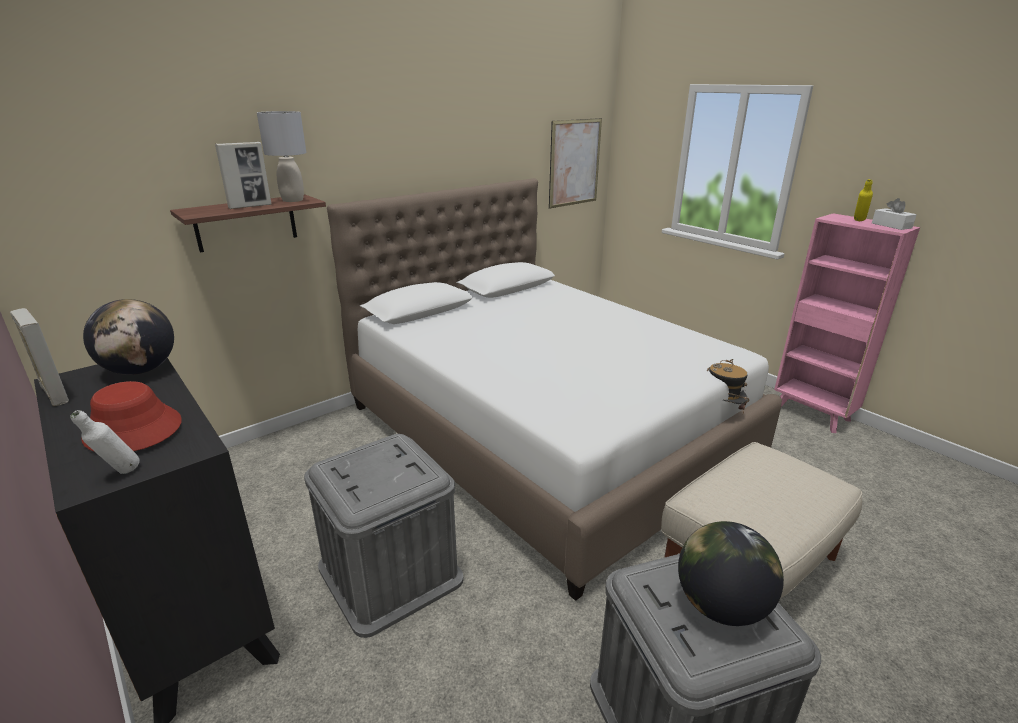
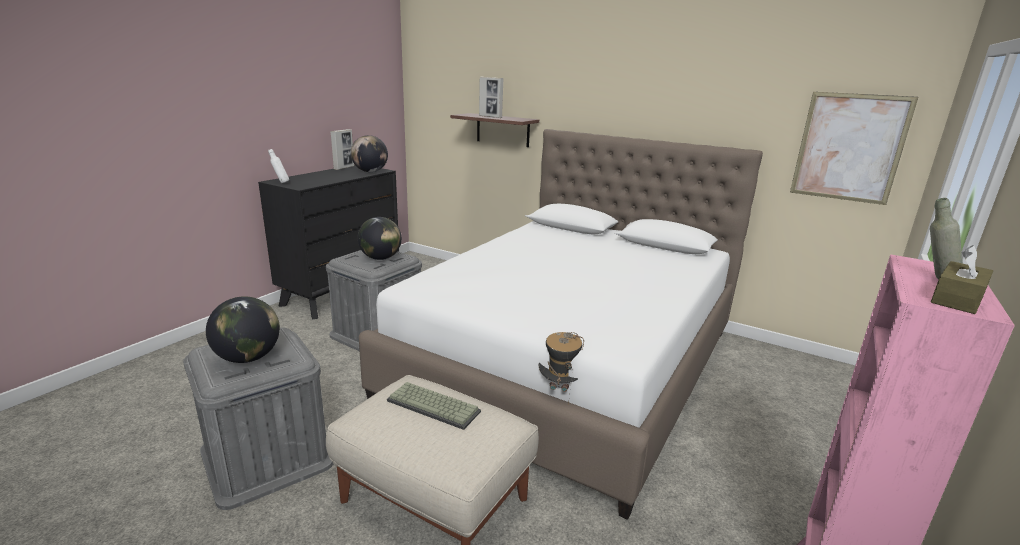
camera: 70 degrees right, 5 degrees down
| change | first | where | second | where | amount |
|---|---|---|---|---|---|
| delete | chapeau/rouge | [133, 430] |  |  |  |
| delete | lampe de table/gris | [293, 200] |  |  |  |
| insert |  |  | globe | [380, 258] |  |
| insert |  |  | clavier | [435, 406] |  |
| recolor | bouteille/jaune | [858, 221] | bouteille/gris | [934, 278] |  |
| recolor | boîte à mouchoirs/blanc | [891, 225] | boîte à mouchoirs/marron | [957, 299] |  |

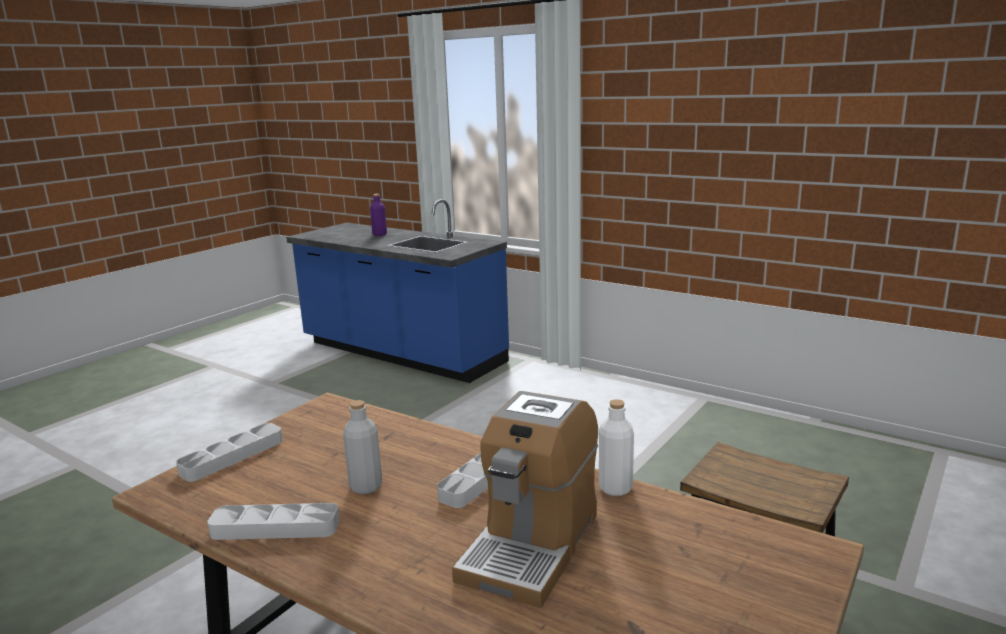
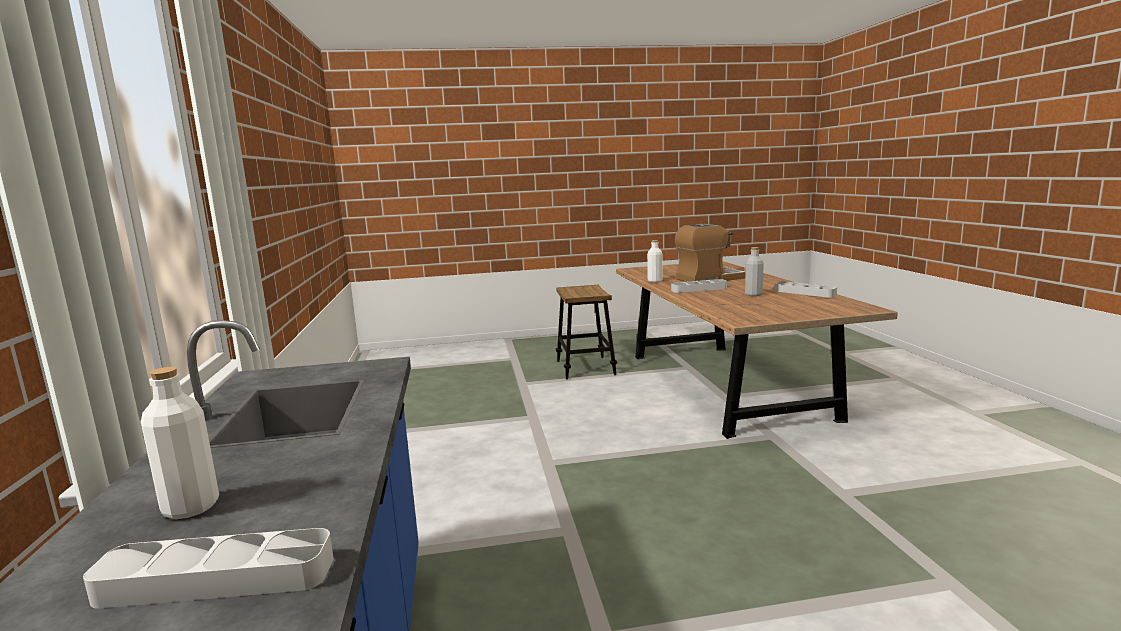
camera: 135 degrees left, 5 degrees down
| change | first | where | second | where | amount |
|---|---|---|---|---|---|
| move | plateau/gris | [232, 456] |  | [217, 579] |  |
| recolor | bouteille/violet | [379, 234] | bouteille/blanc | [191, 507] |  |

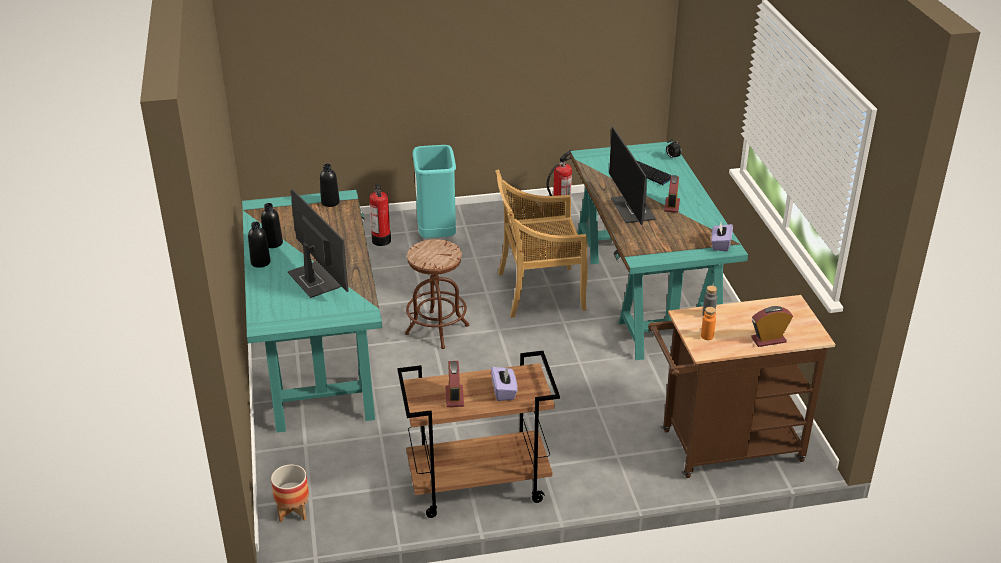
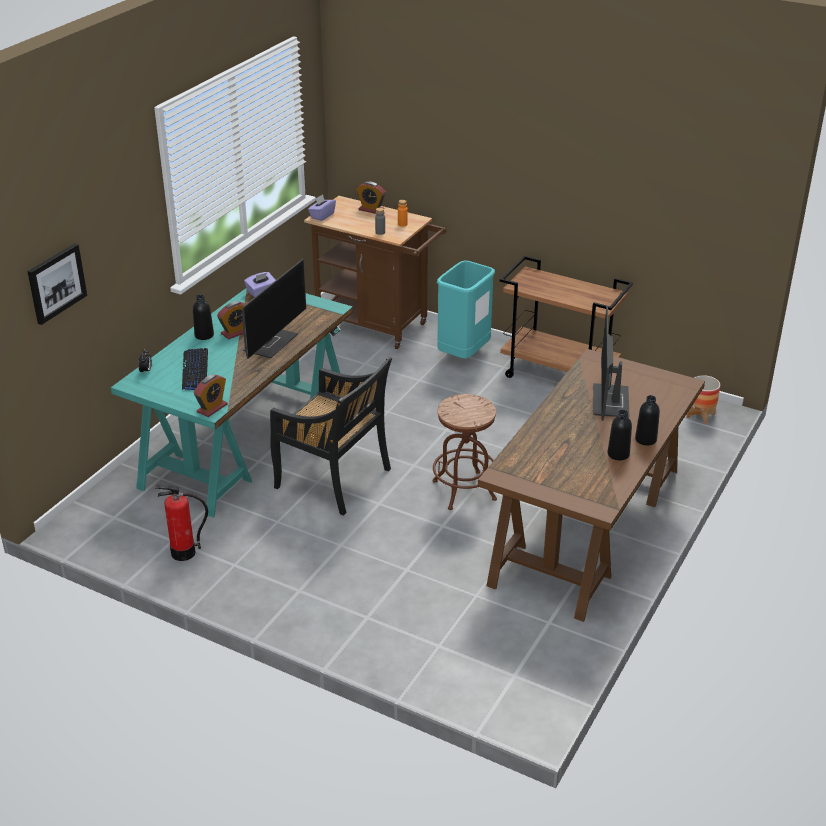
camera: 140 degrees left, 0 degrees up
| change | first | where | second | where | amount |
|---|---|---|---|---|---|
| delete | extincteur | [381, 240] |  |  |  |
| insert |  |  | tableau | [56, 283] |  |
| move | bouteille/noir | [330, 202] |  | [204, 335] |  |
| move | poubelle/turquoise | [436, 235] |  | [464, 355] |  |
| move | réveil | [454, 397] |  | [212, 408] |  |
| move | boîte à mouchoirs/violet | [504, 391] |  | [322, 216] |  |
| recolor | bureau/turquoise | [315, 348] | bureau/marron | [588, 526] |  |
| recolor | chaise/beige | [539, 292] | chaise/noir | [334, 479] |  |

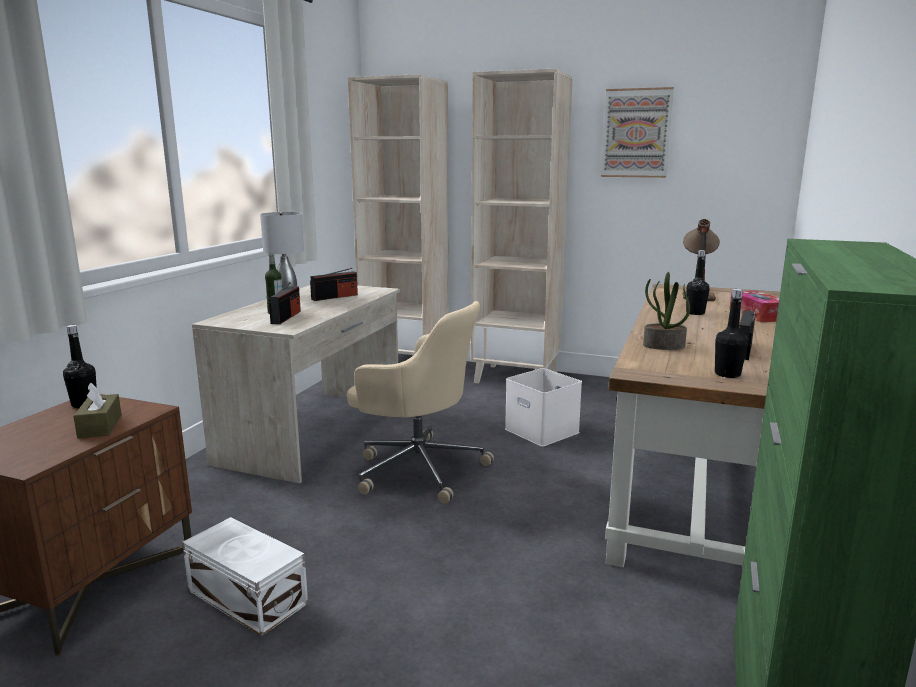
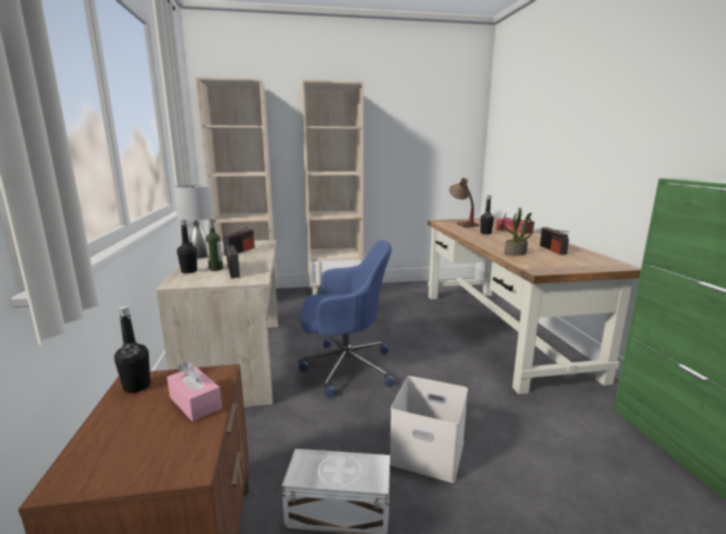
camera: 30 degrees left, 0 degrees up
| change | first | where | second | where | amount |
|---|---|---|---|---|---|
| delete | tableau | [636, 133] |  |  |  |
| move | boîte de rangement/blanc | [543, 431] |  | [429, 451] |  |
| move | bouteille/noir | [727, 374] |  | [189, 271] |  |
| recolor | boîte à mouchoirs/marron | [100, 426] | boîte à mouchoirs/rose | [195, 403] |  |
| recolor | chaise de bureau/beige | [418, 468] | chaise de bureau/bleu | [344, 368] |  |

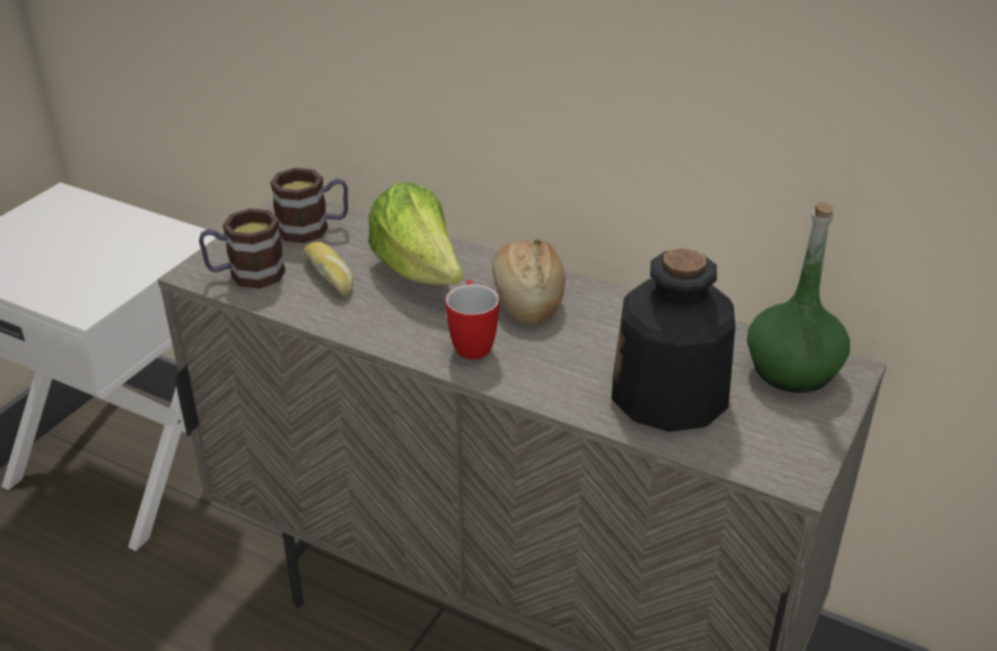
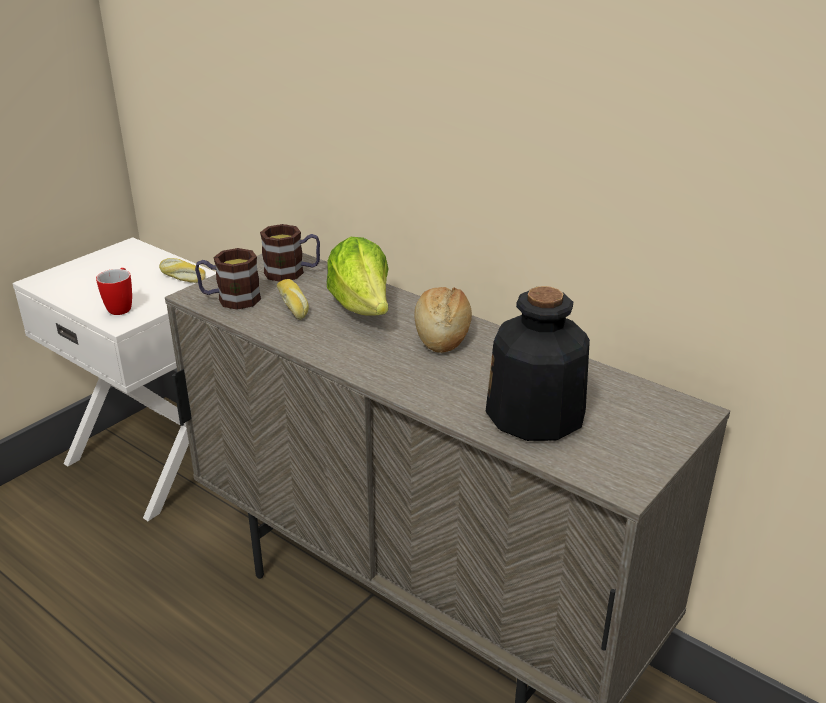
camera: 10 degrees right, 5 degrees down
| change | first | where | second | where | amount |
|---|---|---|---|---|---|
| delete | bouteille/vert | [793, 370] |  |  |  |
| insert |  |  | pain | [181, 277] |  |
| move | mug | [472, 343] |  | [122, 307] |  |

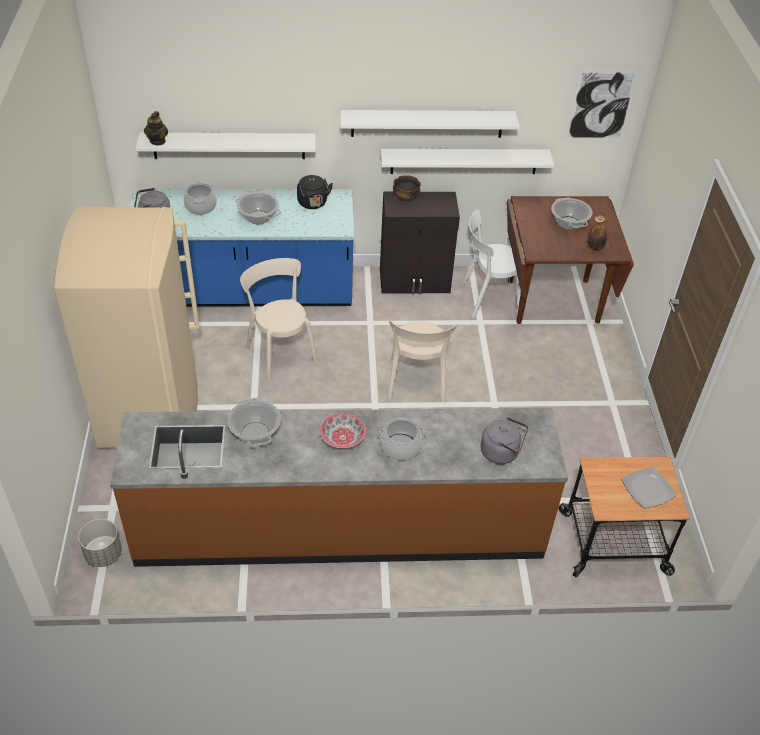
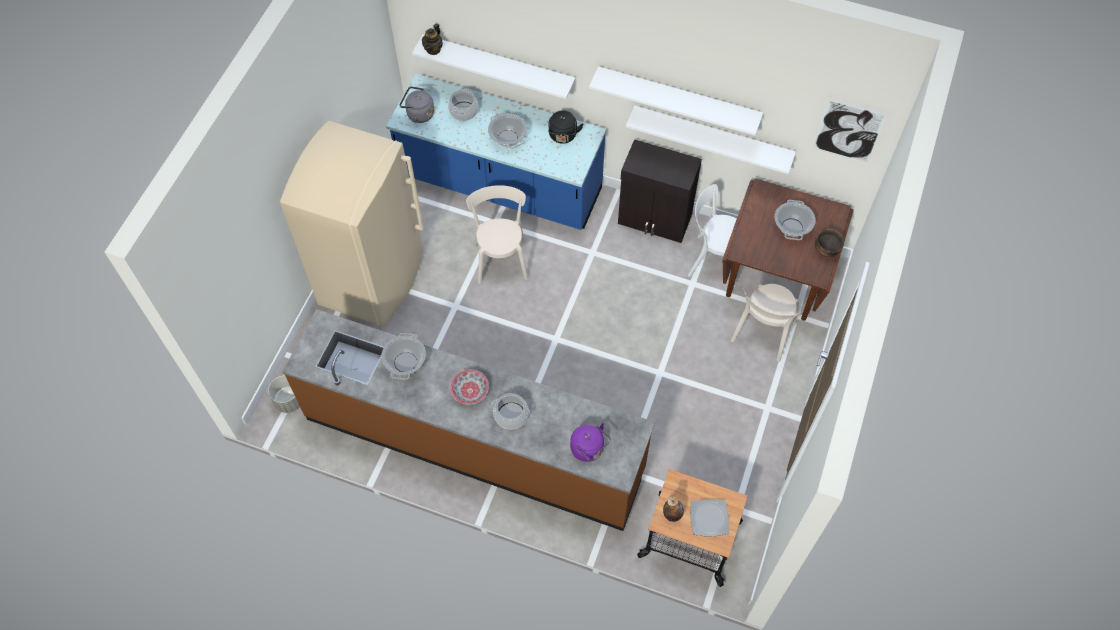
camera: 25 degrees right, 15 degrees up
| change | first | where | second | where | amount |
|---|---|---|---|---|---|
| move | chaise/beige | [416, 383] |  | [762, 334] |  |
| move | bol | [405, 198] |  | [826, 250] |  |
| move | bouteille | [595, 247] |  | [672, 514] |  |
| recolor | bouilloire/gris | [502, 452] | bouilloire/violet | [589, 449] |  |

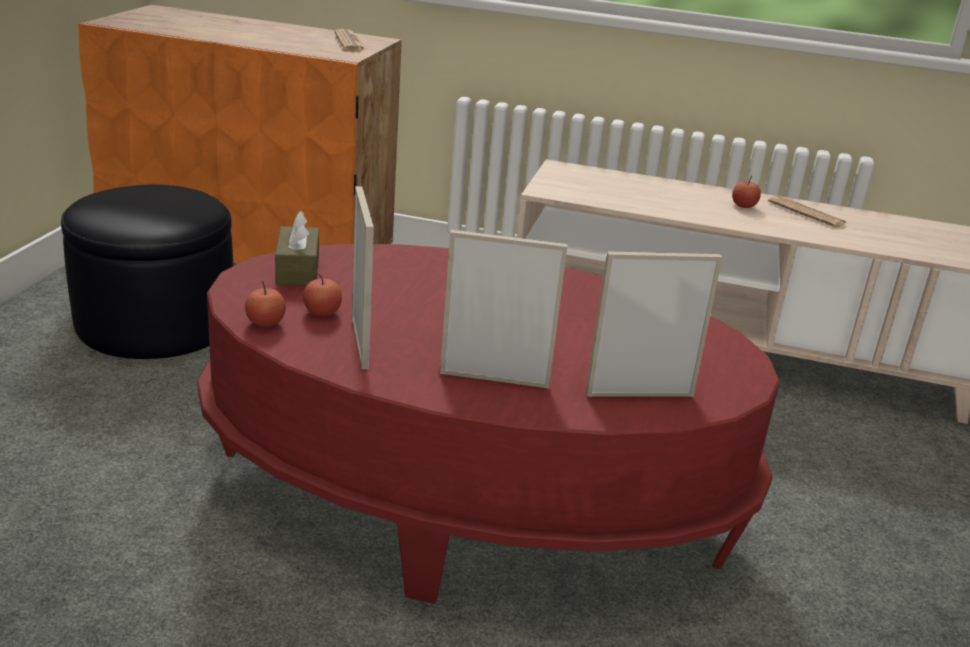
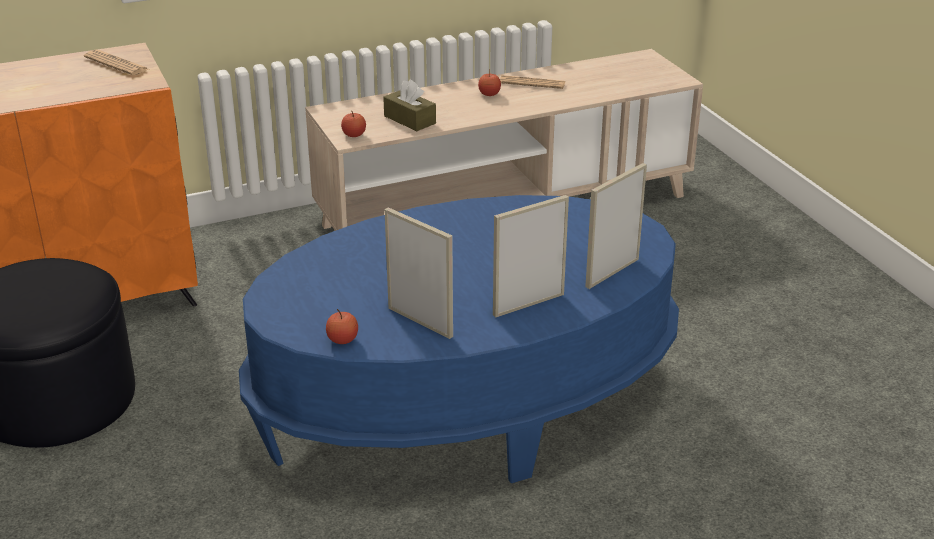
camera: 35 degrees left, 5 degrees up
| change | first | where | second | where | amount |
|---|---|---|---|---|---|
| move | boîte à mouchoirs/marron | [297, 270] |  | [410, 120] |  |
| move | pomme | [322, 312] |  | [354, 135] |  |
| recolor | table basse/rouge | [468, 497] | table basse/bleu | [466, 402] |  |

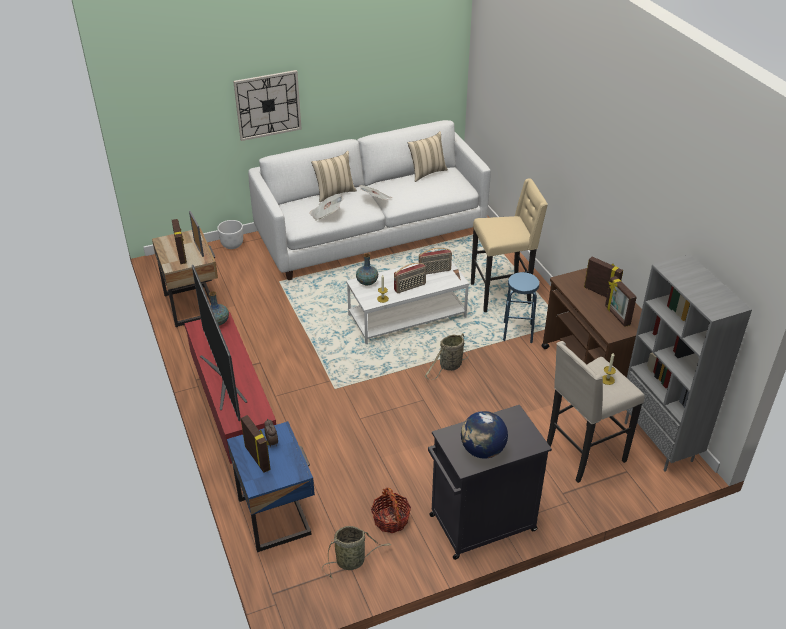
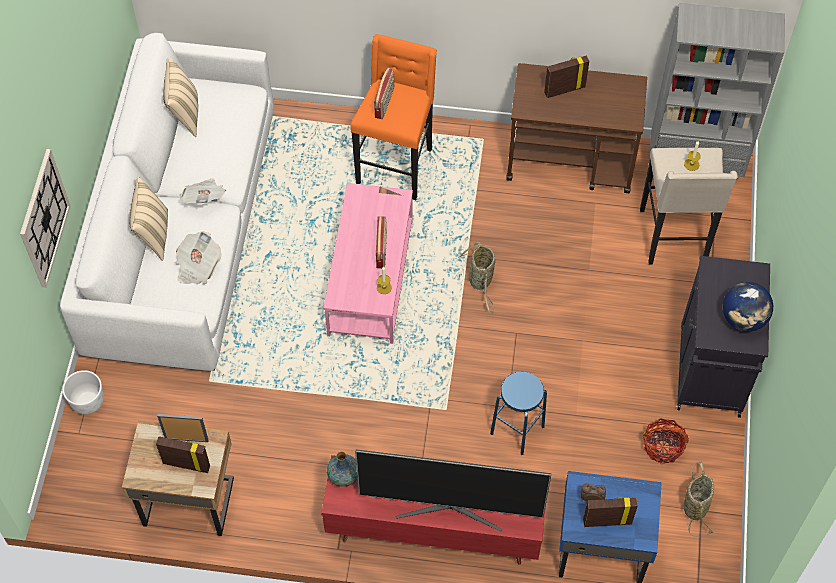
camera: 60 degrees left, 20 degrees up
| change | first | where | second | where | amount |
|---|---|---|---|---|---|
| delete | vase | [367, 282] |  |  |  |
| delete | cadre photo | [616, 316] |  |  |  |
| move | radio | [435, 271] |  | [385, 102] |  |
| move | tabouret/bleu | [518, 332] |  | [517, 430] |  |
| recolor | table basse/blanc | [407, 316] | table basse/rose | [370, 277] |  |
| recolor | tabouret/beige | [502, 294] | tabouret/orange | [396, 166] |  |

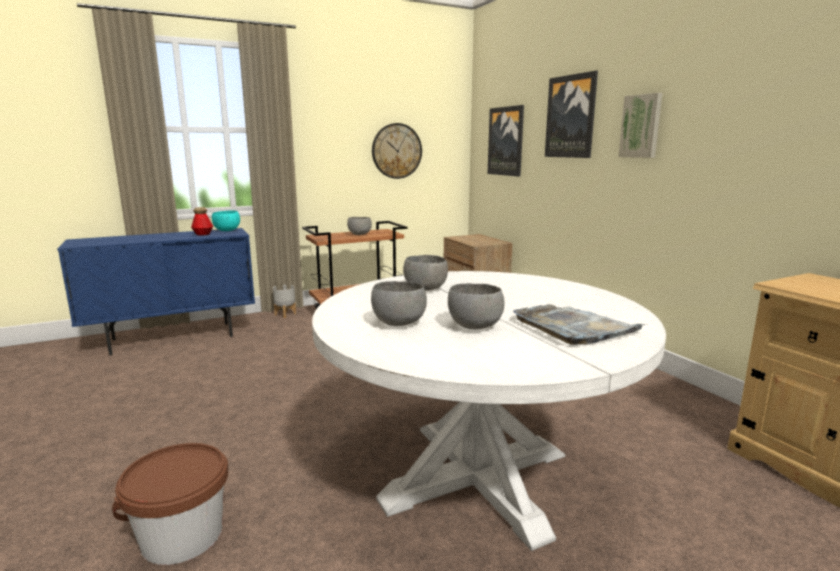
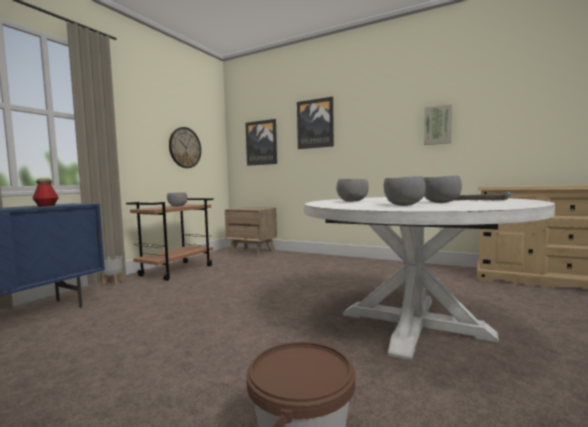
camera: 35 degrees left, 10 degrees down
| change | first | where | second | where | amount |
|---|---|---|---|---|---|
| delete | bol/turquoise | [227, 231] |  |  |  |
| move | tableau | [641, 126] |  | [437, 125] |  |

